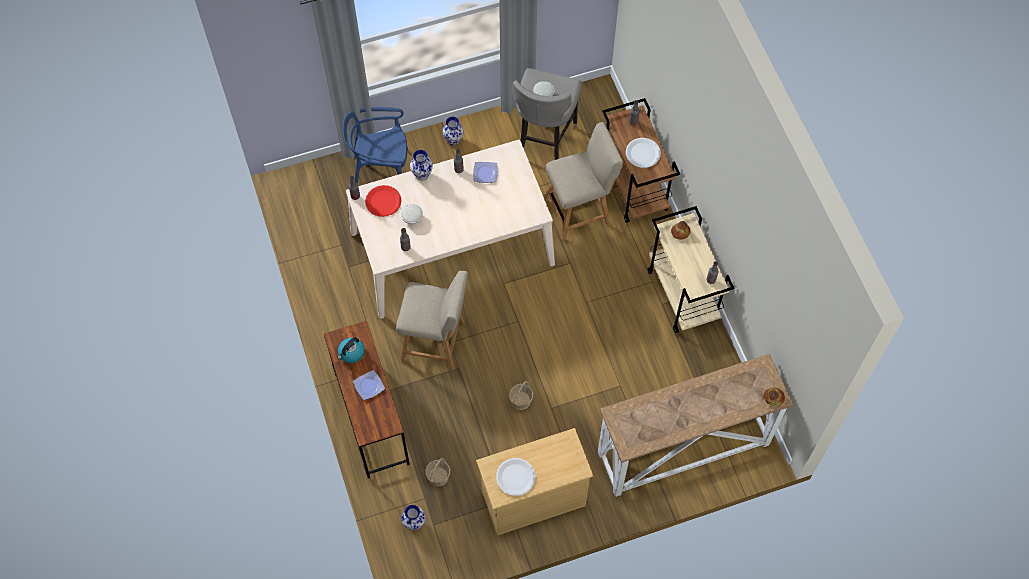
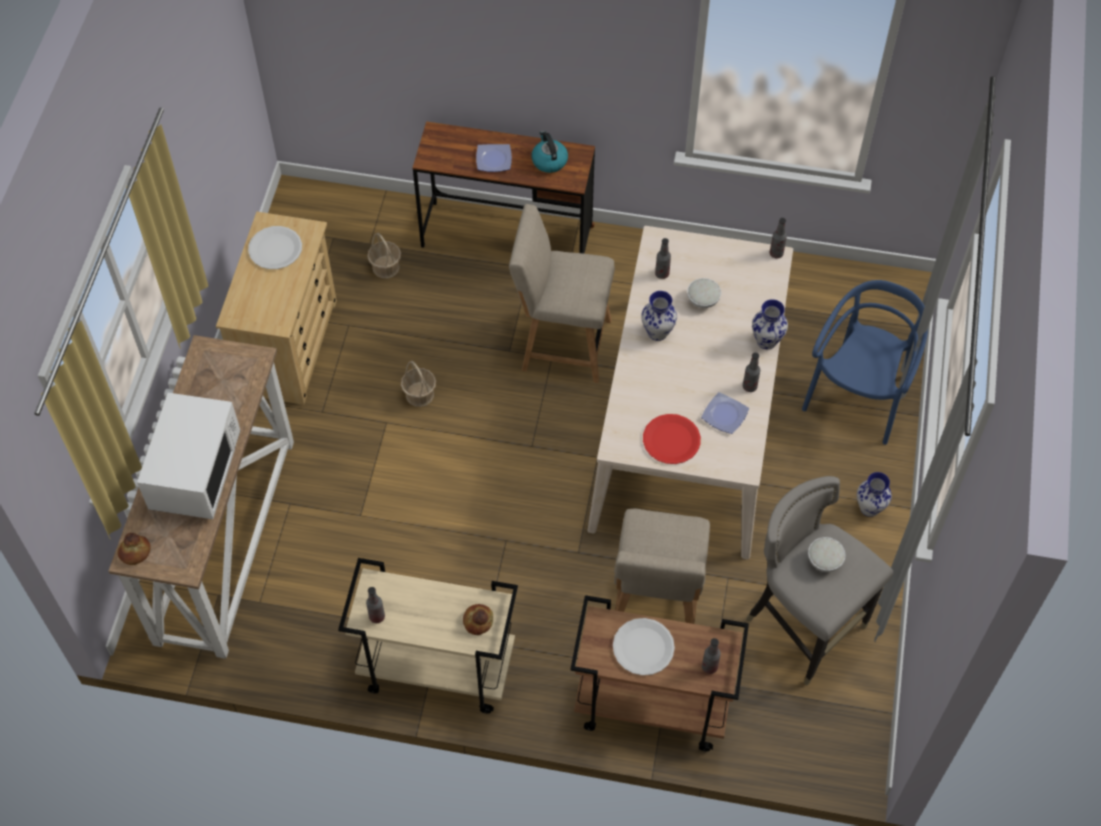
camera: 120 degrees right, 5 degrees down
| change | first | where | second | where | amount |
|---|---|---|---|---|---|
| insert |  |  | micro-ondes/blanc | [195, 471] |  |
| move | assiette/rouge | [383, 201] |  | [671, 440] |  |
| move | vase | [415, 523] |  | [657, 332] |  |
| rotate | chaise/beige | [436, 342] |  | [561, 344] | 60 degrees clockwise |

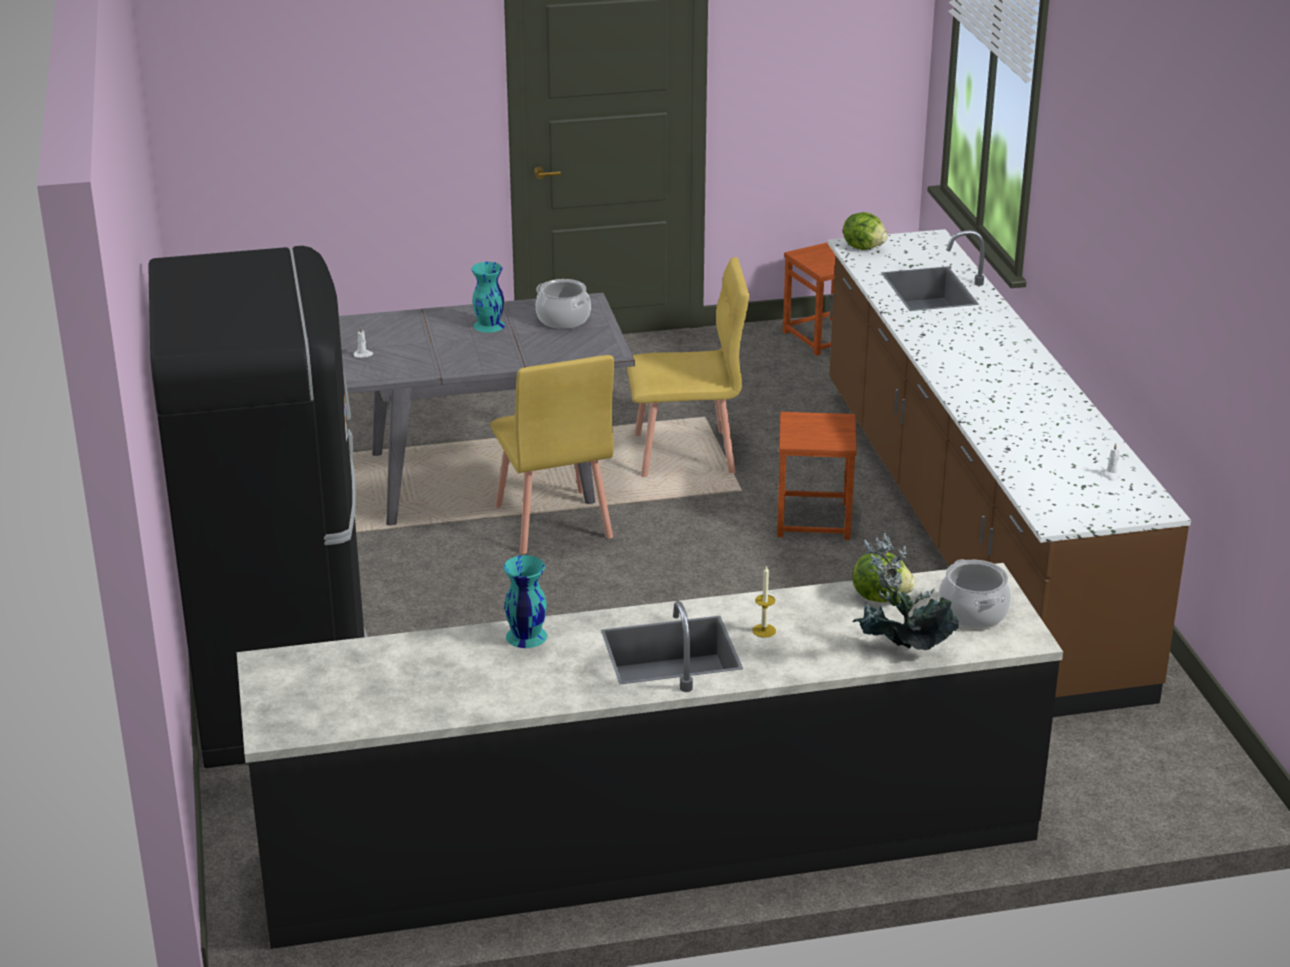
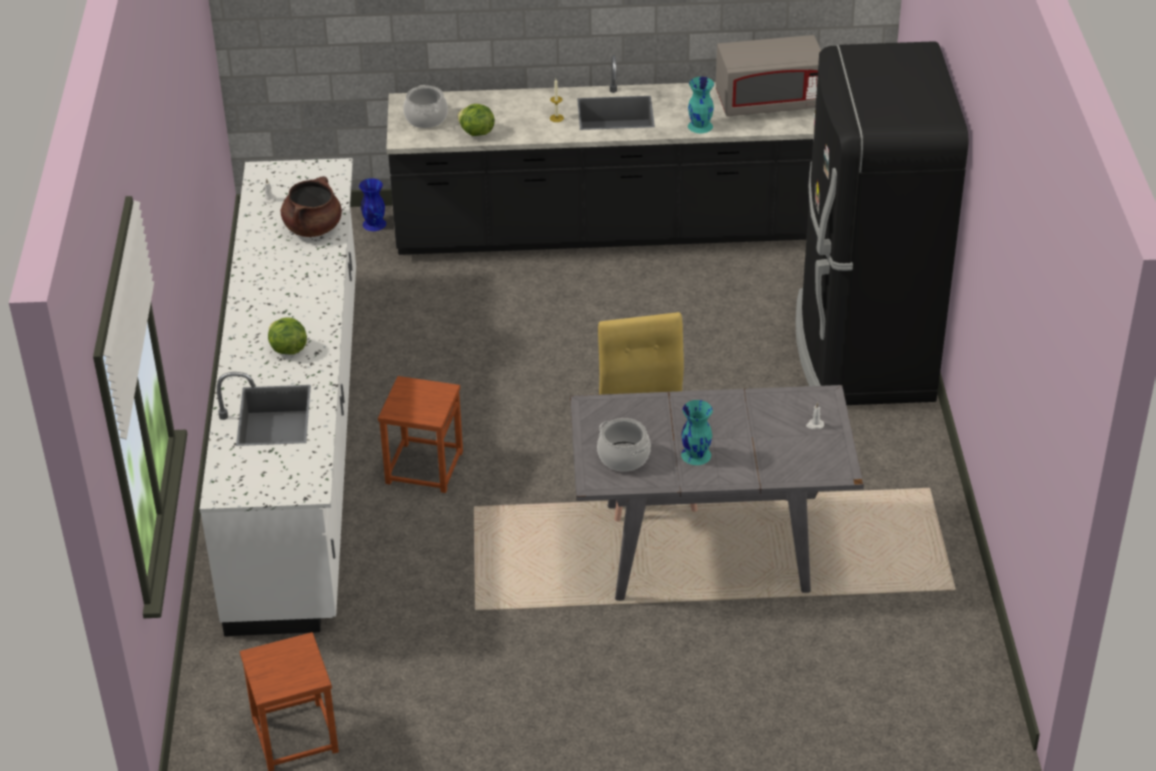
camera: 170 degrees left, 10 degrees up
| change | first | where | second | where | amount |
|---|---|---|---|---|---|
| delete | chaise/jaune | [685, 454] |  |  |  |
| delete | plante en pot | [899, 652] |  |  |  |
| insert |  |  | marmite/marron | [313, 228] |  |
| insert |  |  | vase/bleu | [374, 224] |  |
| insert |  |  | micro-ondes/gris | [769, 102] |  |
| move | laitue | [864, 247] |  | [287, 349] |  |
| recolor | comptoir de cuisine/marron | [971, 531] | comptoir de cuisine/blanc | [299, 441] |  |

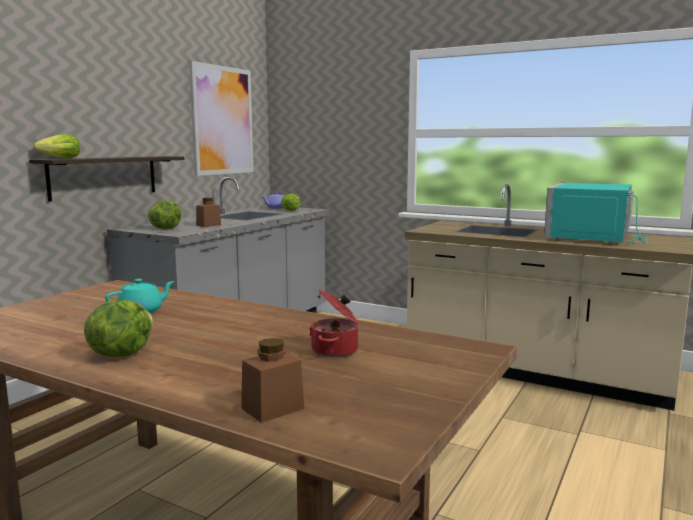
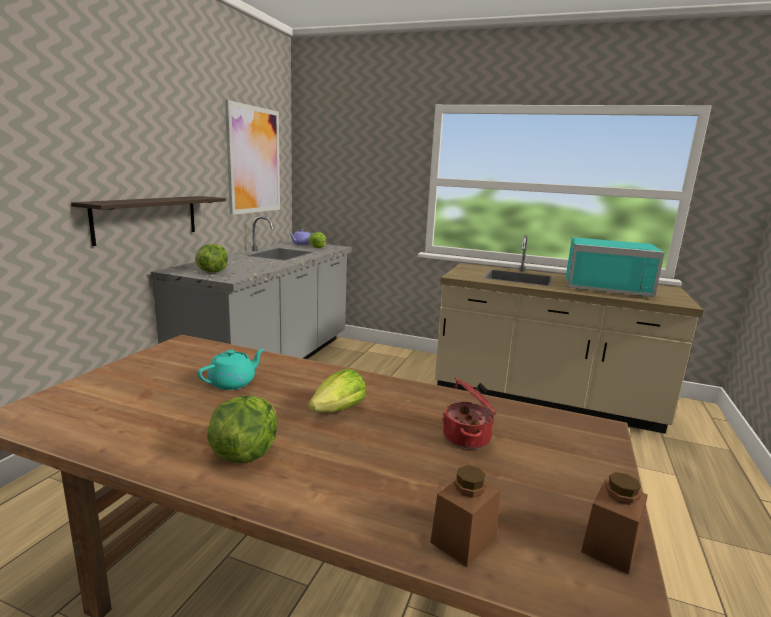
camera: 10 degrees left, 5 degrees up
| change | first | where | second | where | amount |
|---|---|---|---|---|---|
| move | laitue | [60, 158] |  | [338, 410] |  |
| move | bocal/marron | [208, 225] |  | [610, 546] |  |
| rotate | micro-ondes/turquoise | [595, 237] |  | [606, 287] | 90 degrees counterclockwise |

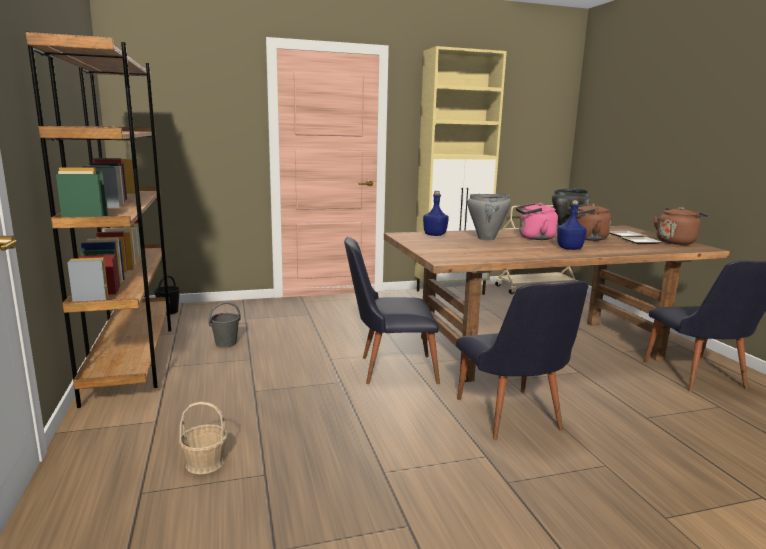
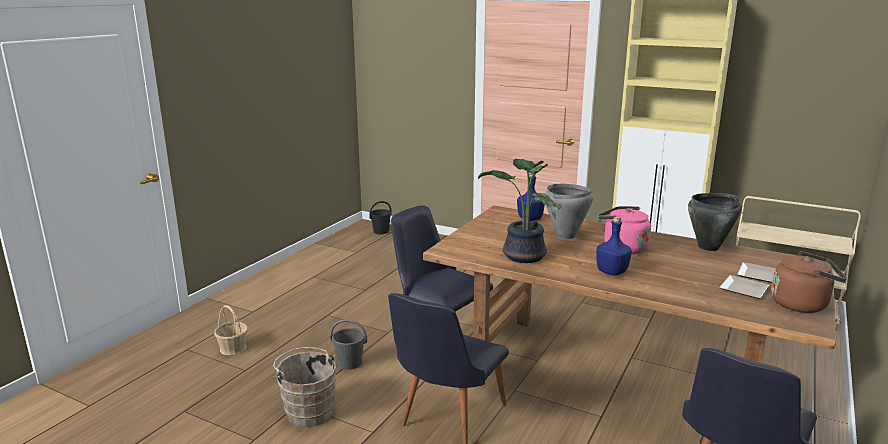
camera: 45 degrees right, 5 degrees up
| change | first | where | second | where | amount |
|---|---|---|---|---|---|
| delete | bibliothèque/marron | [132, 358] |  |  |  |
| delete | bouilloire/marron | [586, 238] |  |  |  |
| insert |  |  | seau/marron | [308, 410] |  |
| insert |  |  | plante en pot | [522, 257] |  |
| move | seau/gris | [225, 343] |  | [349, 363] |  |

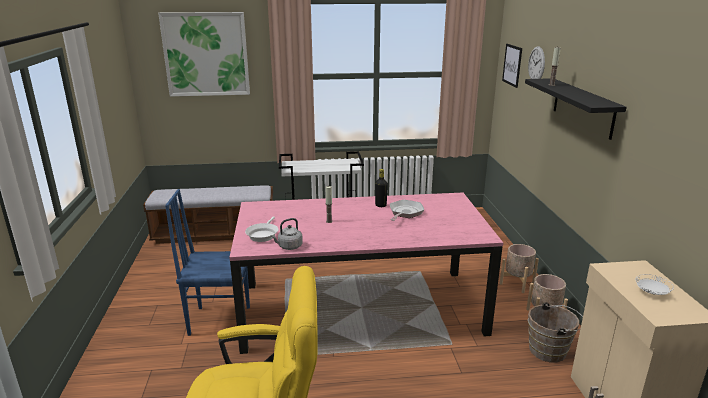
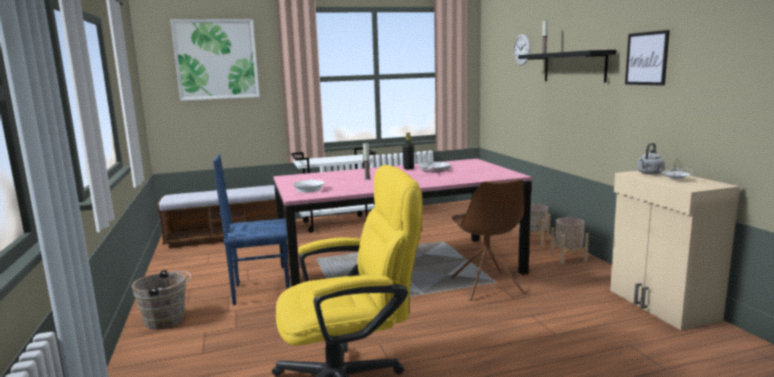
camera: 10 degrees left, 10 degrees down
| change | first | where | second | where | amount |
|---|---|---|---|---|---|
| insert |  |  | chaise/marron | [486, 286] |  |
| move | bouilloire/gris | [289, 247] |  | [649, 173] |  |
| move | tableau | [512, 65] |  | [646, 58] |  |
| move | seau/marron | [551, 351] |  | [168, 320] |  |

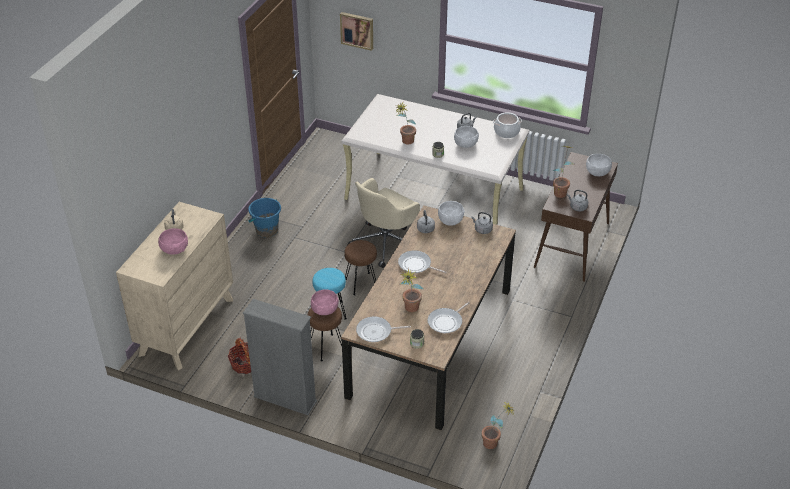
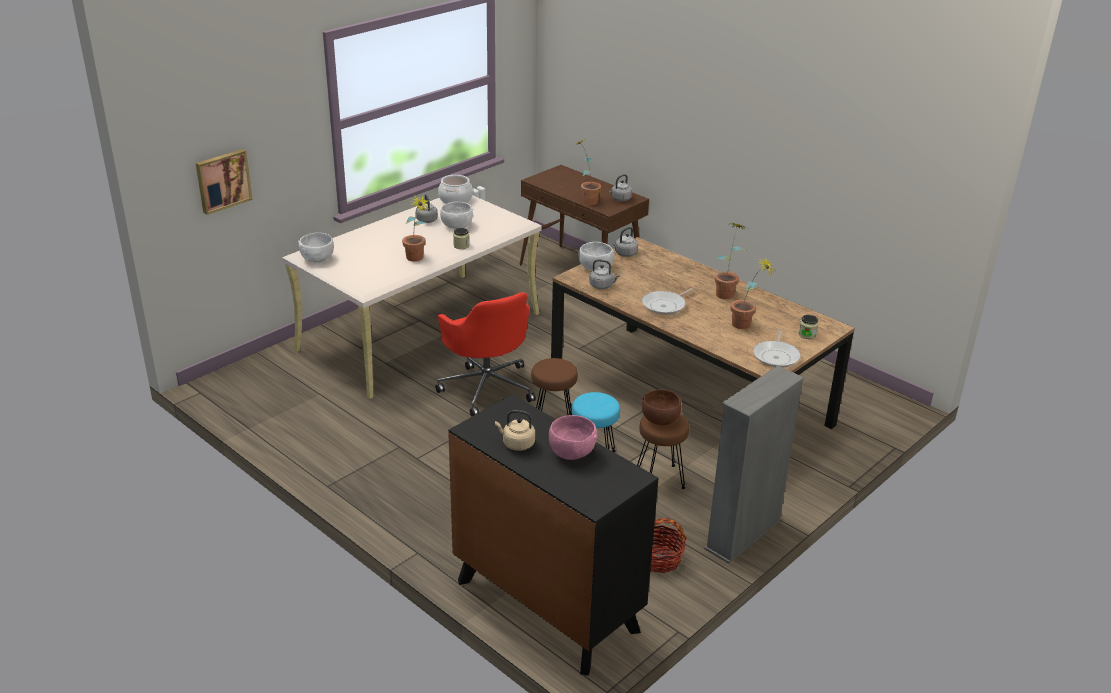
camera: 70 degrees left, 10 degrees down
| change | first | where | second | where | amount |
|---|---|---|---|---|---|
| delete | seau/bleu | [266, 230] |  |  |  |
| delete | poêle | [446, 322] |  |  |  |
| move | plante en pot | [494, 444] |  | [726, 292] |  |
| move | bol/blanc | [597, 172] |  | [317, 258] |  |
| recolor | commode/beige | [186, 326] | commode/noir | [546, 605] |  |
| recolor | bol/rose | [324, 310] | bol/marron | [660, 419] |  |
| recolor | chaise de bureau/beige | [386, 243] | chaise de bureau/rouge | [487, 387] |  |

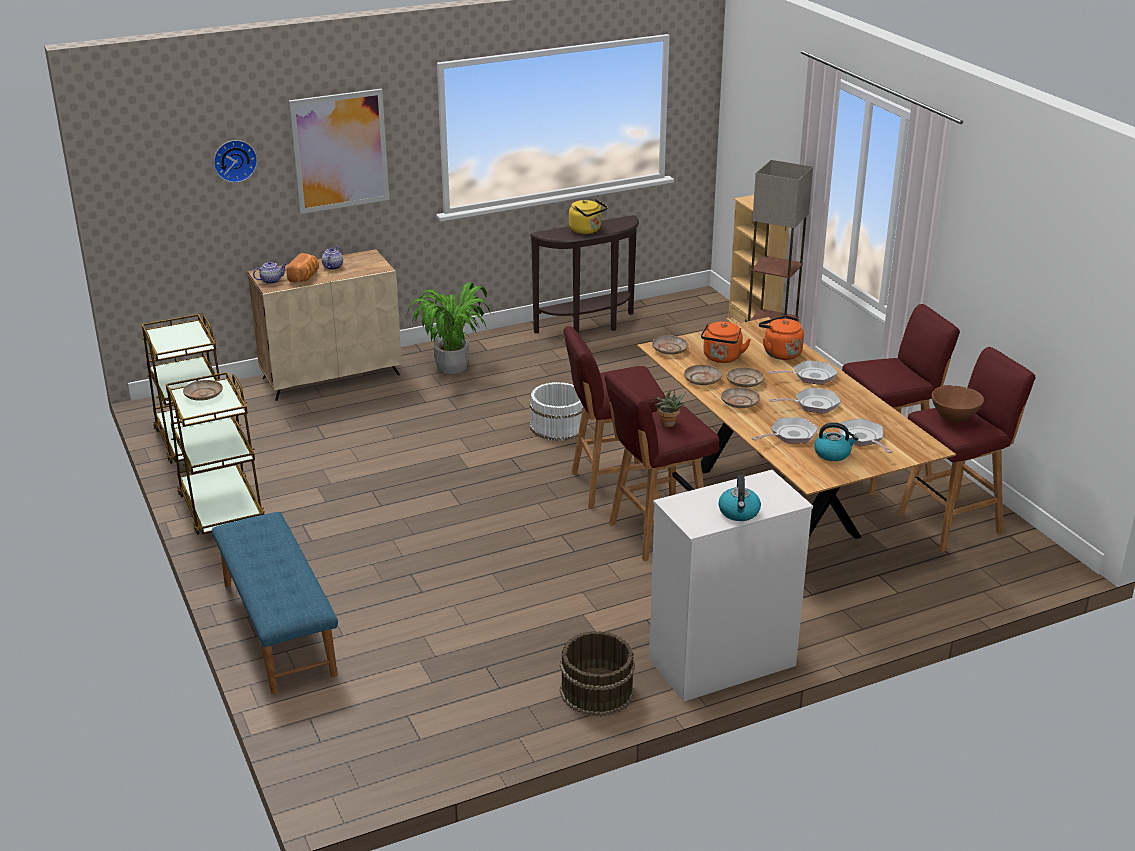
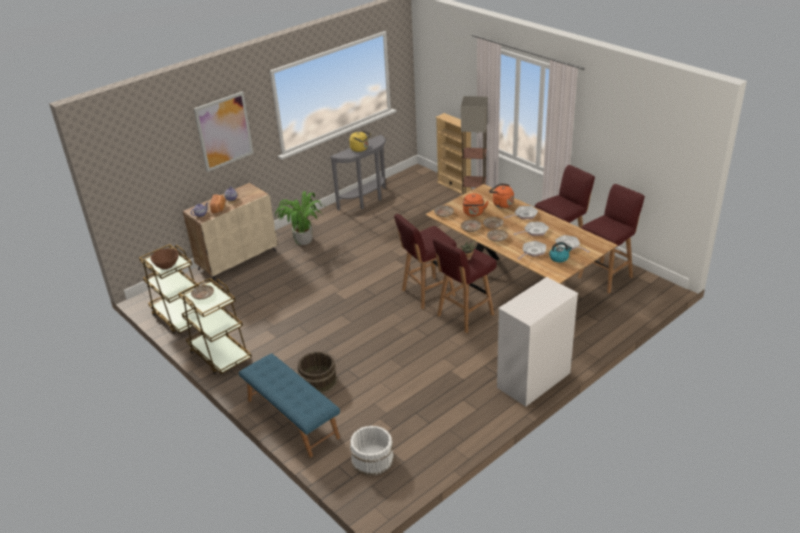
camera: 15 degrees left, 5 degrees up
| change | first | where | second | where | amount |
|---|---|---|---|---|---|
| delete | horloge murale | [234, 160] |  |  |  |
| delete | bouilloire | [739, 513] |  |  |  |
| move | seau/blanc | [557, 426] |  | [372, 459] |  |
| move | seau/marron | [596, 691] |  | [318, 381] |  |
| move | bol/marron | [954, 418] |  | [167, 266] |  |
| recolor | table console/marron | [589, 327] | table console/gris | [366, 201] |  |

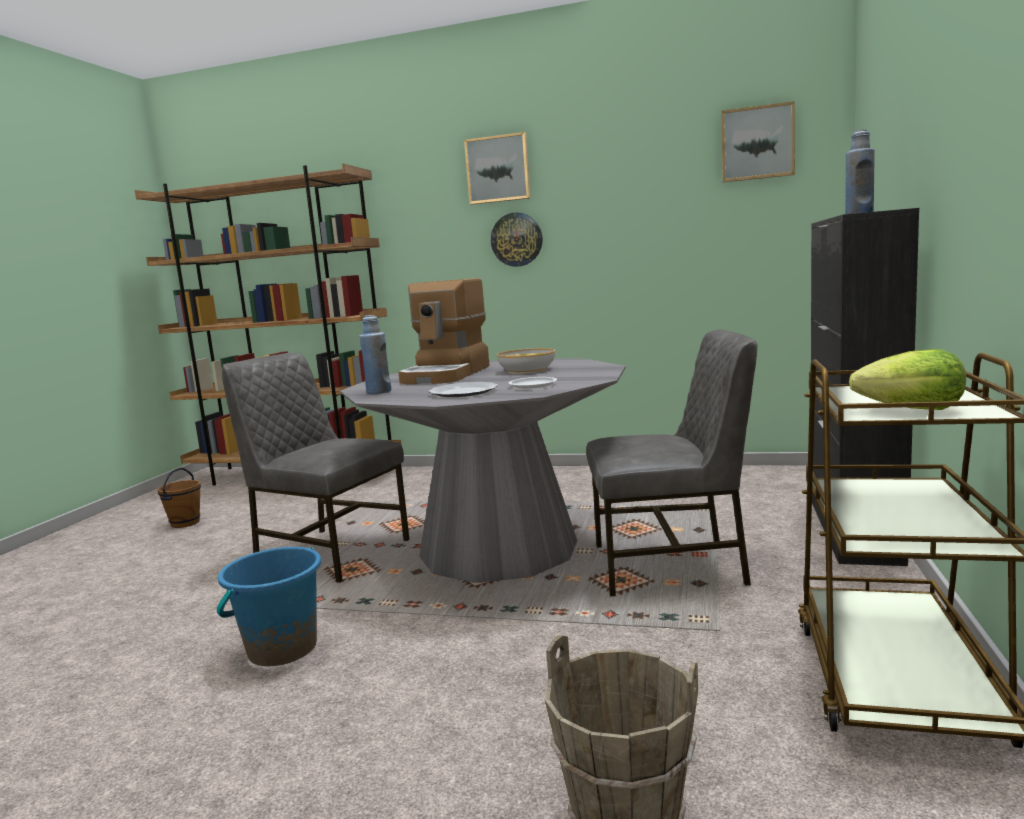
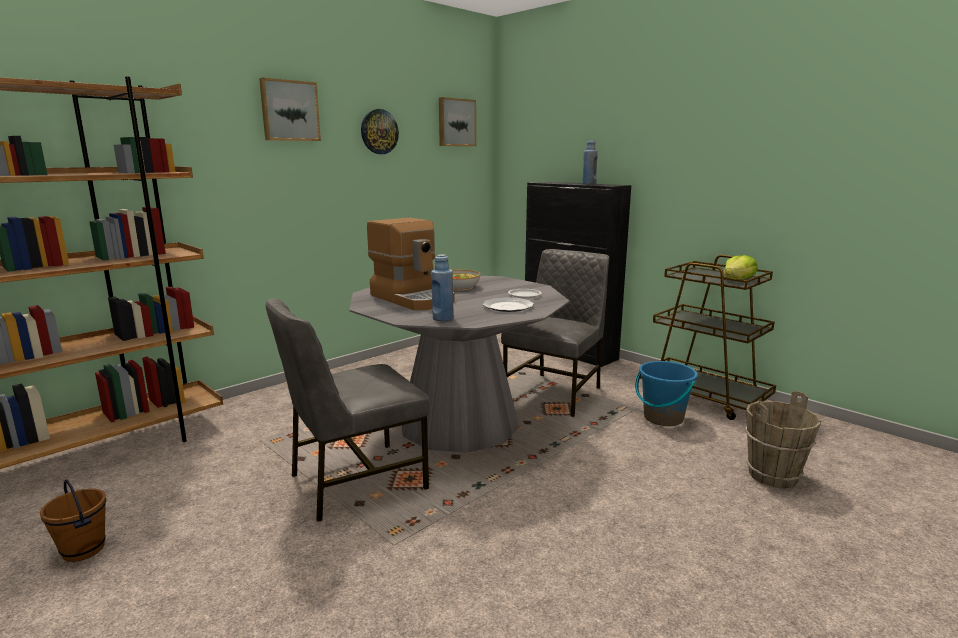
camera: 60 degrees left, 5 degrees up
| change | first | where | second | where | amount |
|---|---|---|---|---|---|
| move | seau/bleu | [282, 649] |  | [663, 418] |  |
| move | horloge murale | [516, 239] |  | [379, 132] |  |

